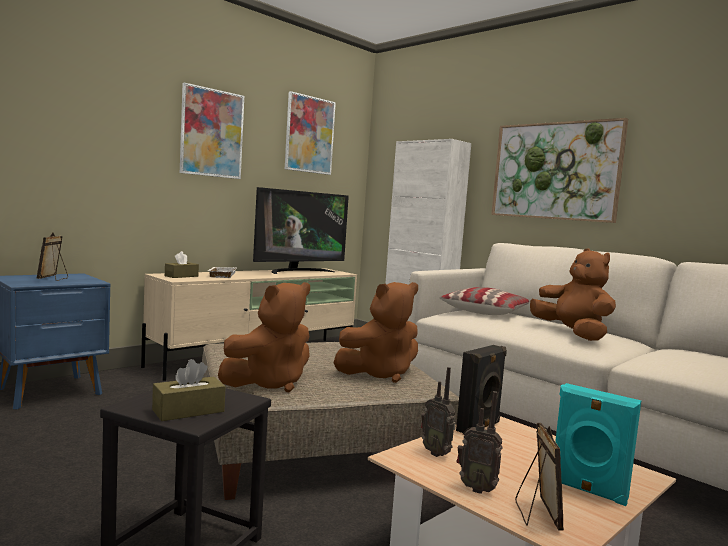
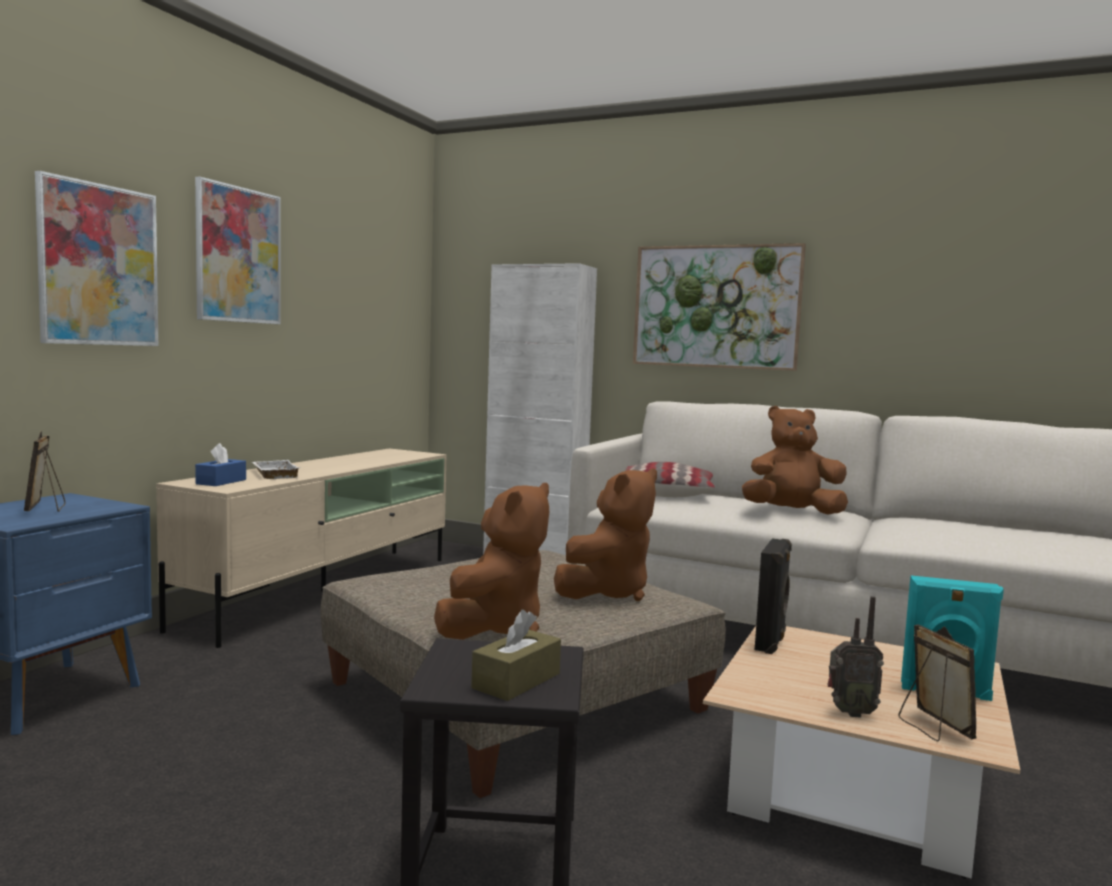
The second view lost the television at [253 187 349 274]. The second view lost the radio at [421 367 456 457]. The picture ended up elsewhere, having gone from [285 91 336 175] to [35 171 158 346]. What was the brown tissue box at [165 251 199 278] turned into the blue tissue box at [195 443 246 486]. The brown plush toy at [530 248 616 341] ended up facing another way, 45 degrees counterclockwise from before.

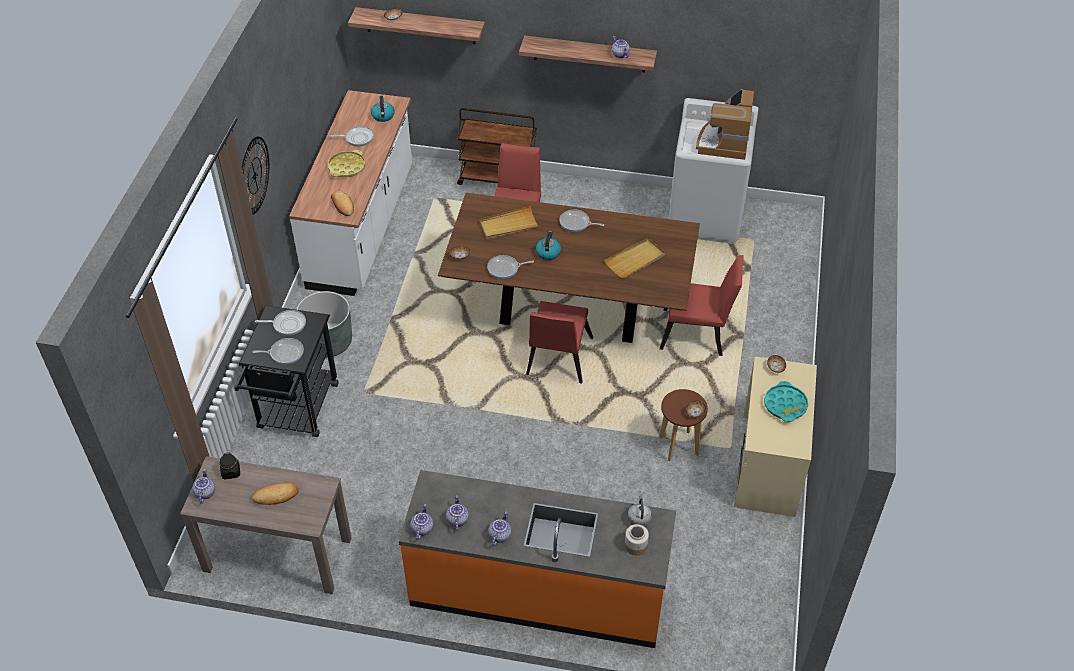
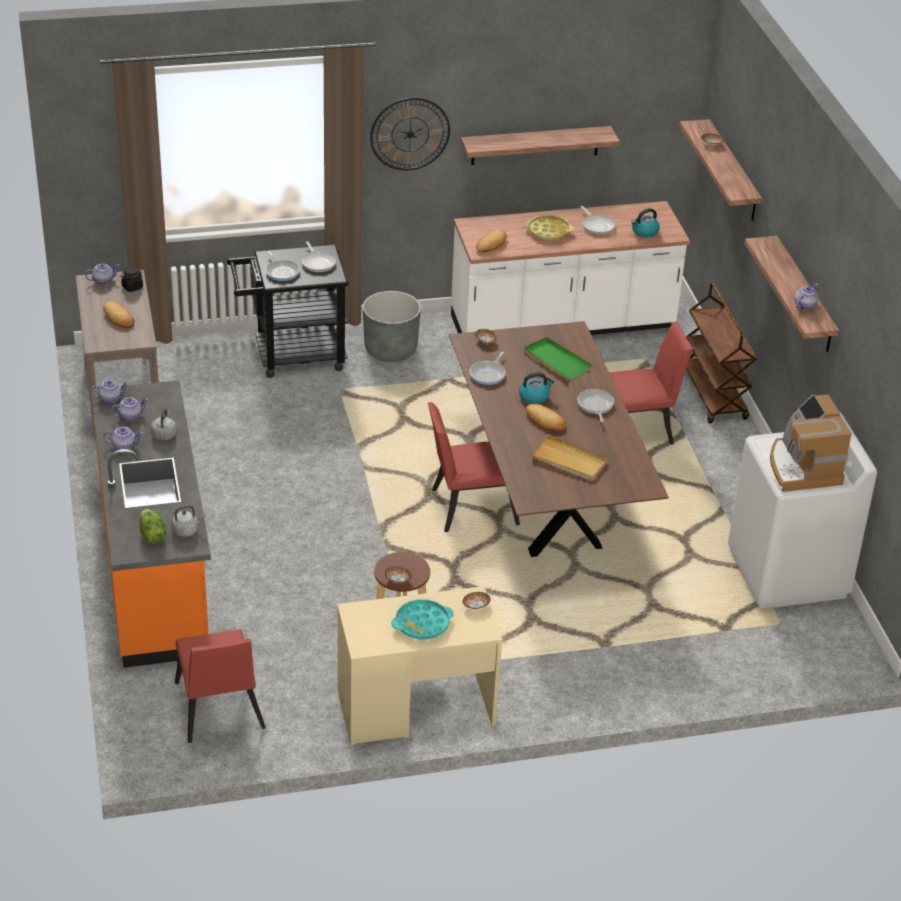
The second view gained the grey kettle at [151 408 176 440]. The second view gained the shelf at [461 126 620 165]. The second view gained the bread at [526 404 566 431]. The red chair ended up elsewhere, having gone from [660 255 744 356] to [175 629 266 743]. Where the jar stood at [624 524 649 555], the lettuce came to stand at [139 509 166 543]. What was the beige tray at [480 206 539 239] turned into the green tray at [524 337 593 380]. The frying pan at [487 255 534 279] ended up facing another way, 120 degrees counterclockwise from before. The coffee machine at [696 89 754 160] ended up facing another way, 90 degrees counterclockwise from before.

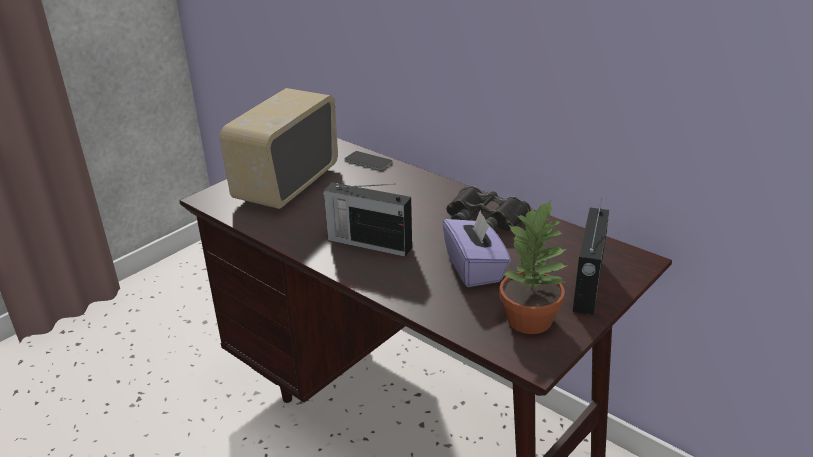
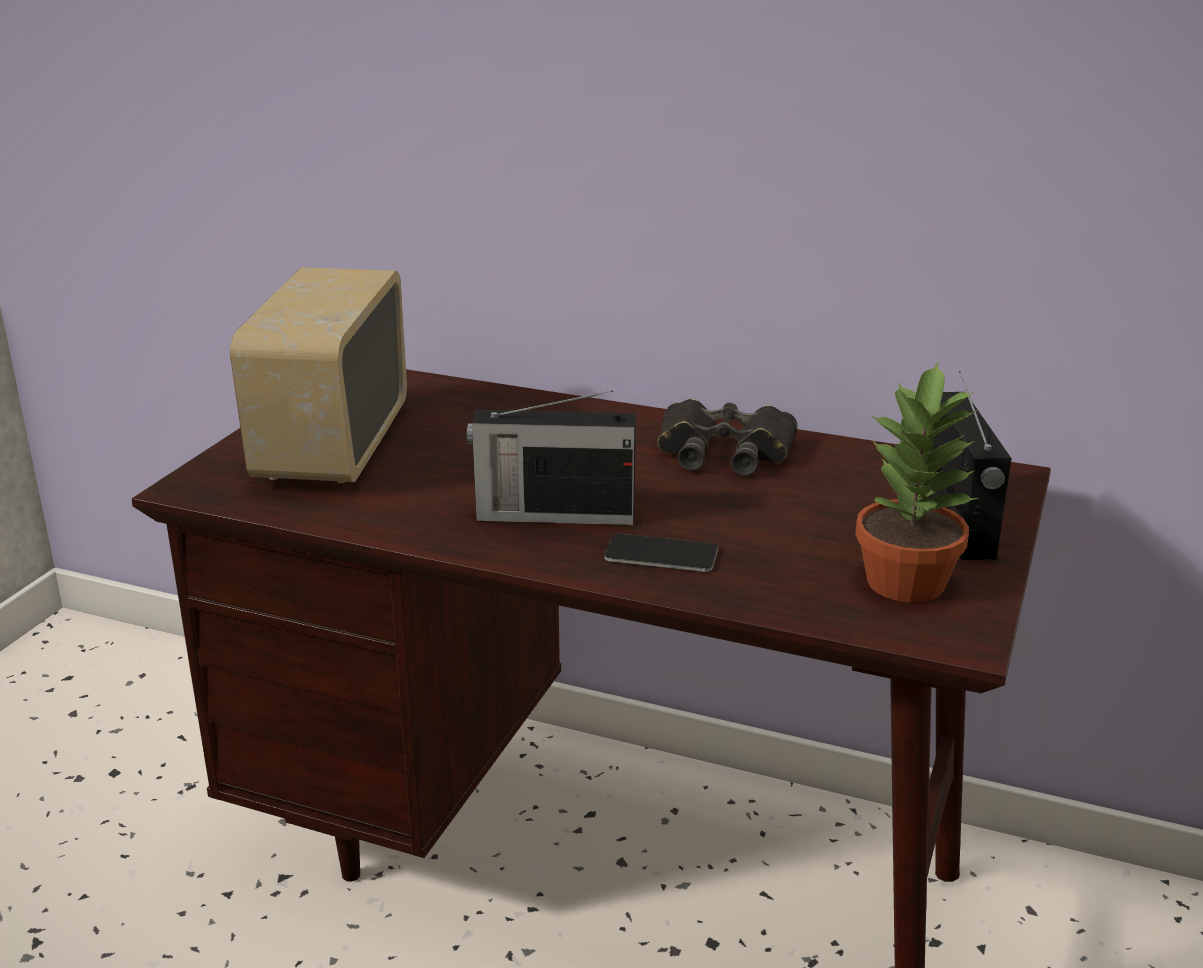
The second view lost the purple tissue box at [443 209 511 287]. The phone ended up elsewhere, having gone from [345 151 392 170] to [605 534 718 572].

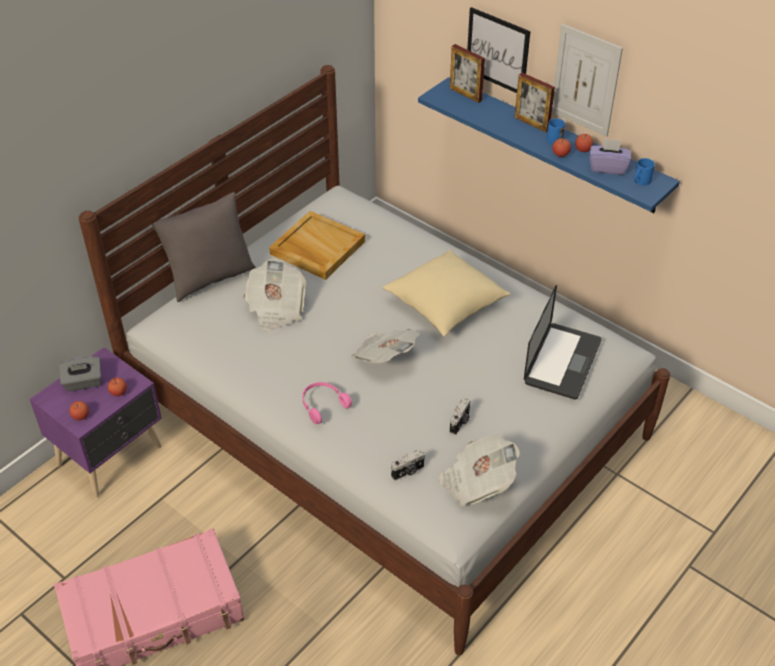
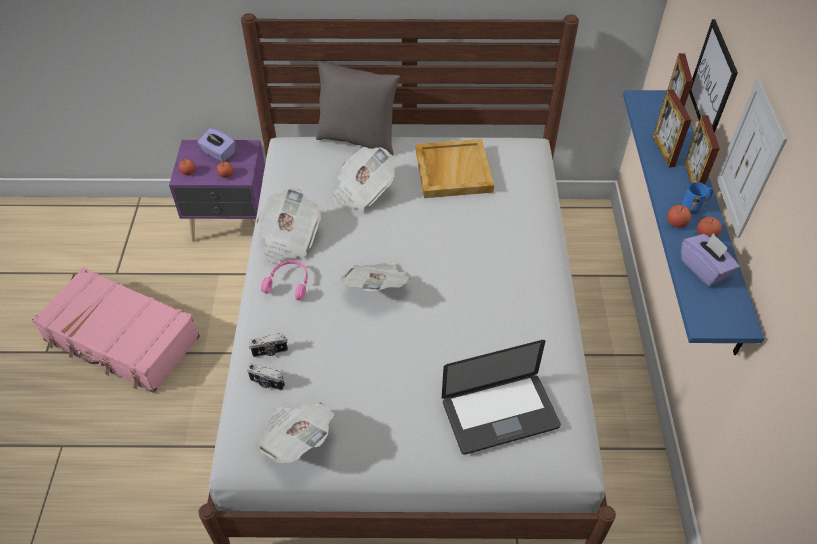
The second view lost the beige pillow at [382 250 511 336]. The second view lost the blue mug at [634 158 655 186]. The second view gained the newspaper at [257 188 321 262]. The second view gained the picture frame at [653 89 691 168]. The photo camera ended up elsewhere, having gone from [450 397 470 435] to [249 333 288 357]. What was the grey tissue box at [58 356 101 391] turned into the purple tissue box at [198 128 235 162].

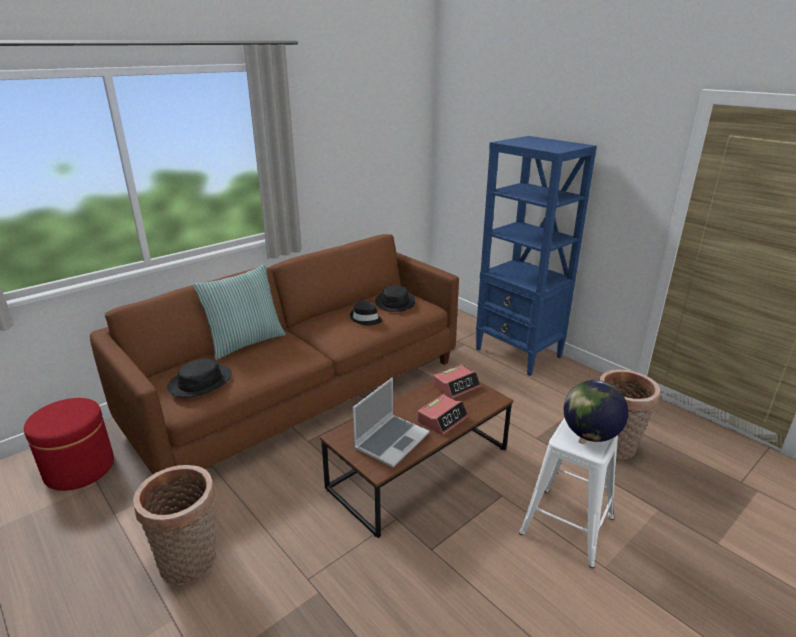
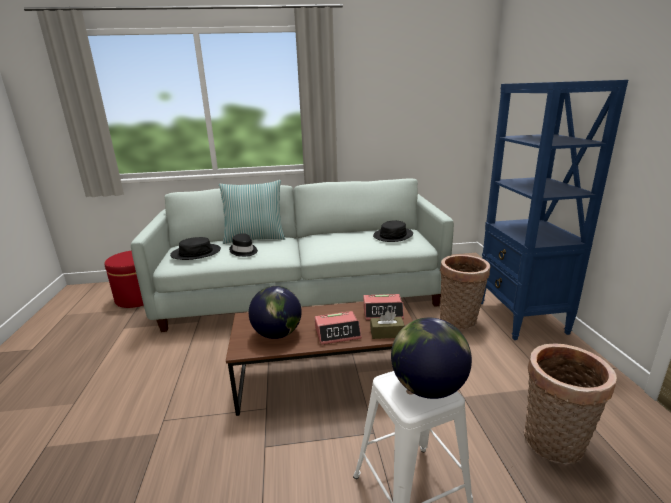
The second view gained the brown tissue box at [370 311 405 339]. The basket ended up elsewhere, having gone from [133 465 217 585] to [440 255 490 329]. The black hat ended up elsewhere, having gone from [350 300 382 326] to [229 233 258 257]. Where the laptop stood at [353 378 429 467], the globe came to stand at [249 286 302 339]. What was the brown sofa at [90 234 459 474] turned into the white sofa at [131 178 454 332].

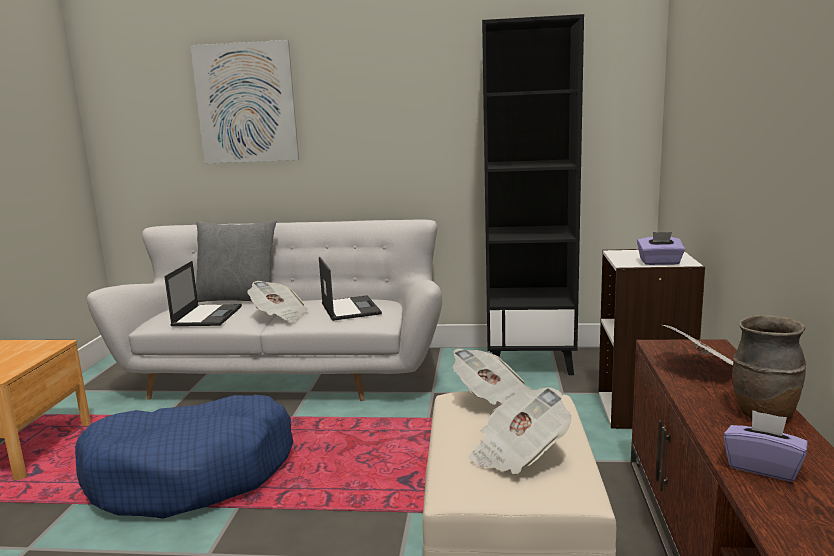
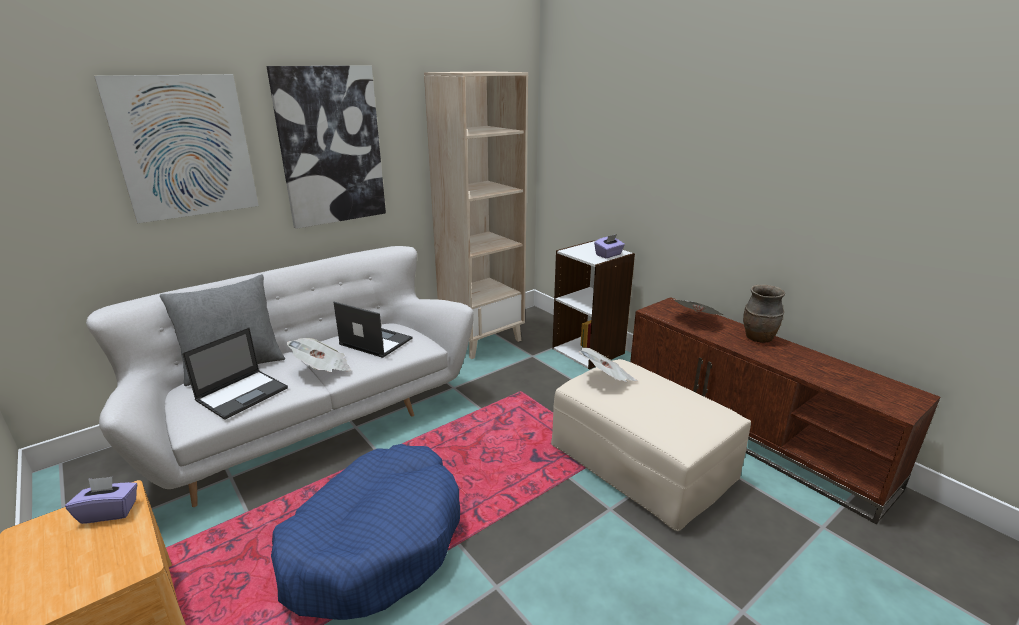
The second view lost the newspaper at [469 387 571 474]. The second view gained the picture at [267 66 386 229]. The purple tissue box ended up elsewhere, having gone from [723 410 808 482] to [65 477 137 524]. What was the black bookcase at [482 14 584 375] turned into the beige bookcase at [424 71 528 359]. The laptop at [164 261 242 326] ended up facing another way, 75 degrees clockwise from before.

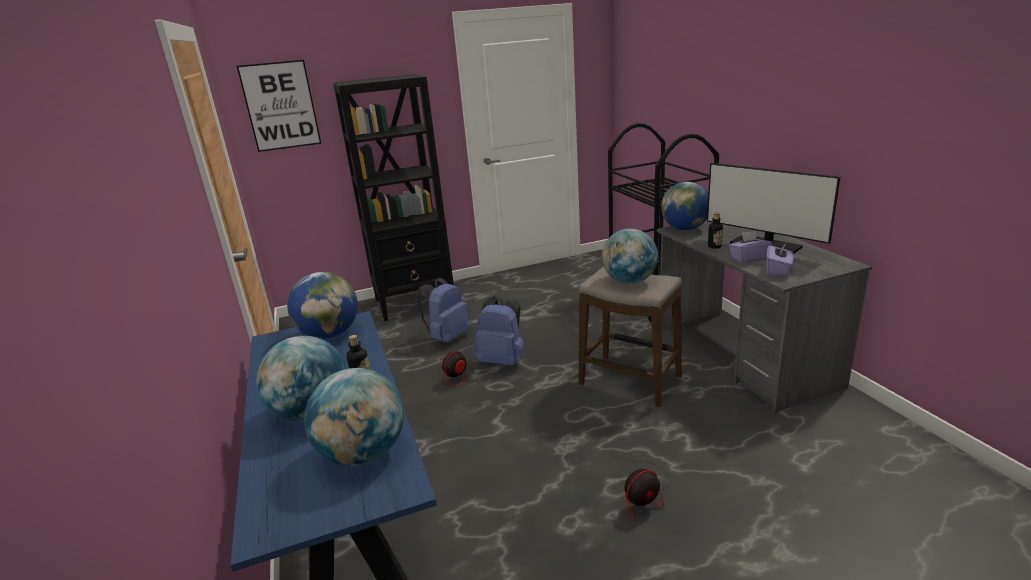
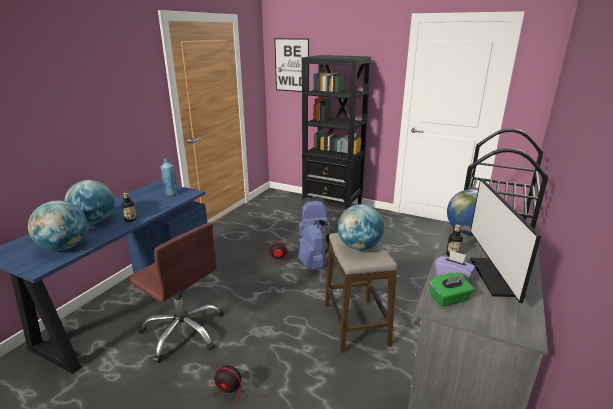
The second view gained the brown office chair at [127 222 224 363]. Where the globe stood at [287 272 358 339], the blue bottle came to stand at [160 158 178 196]. What was the purple tissue box at [766 243 793 276] turned into the green tissue box at [429 272 474 307].

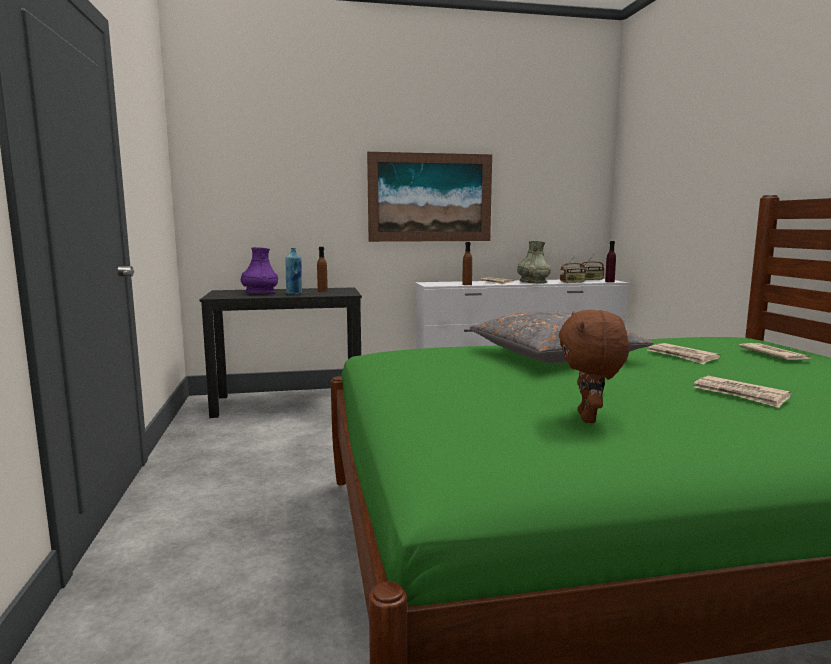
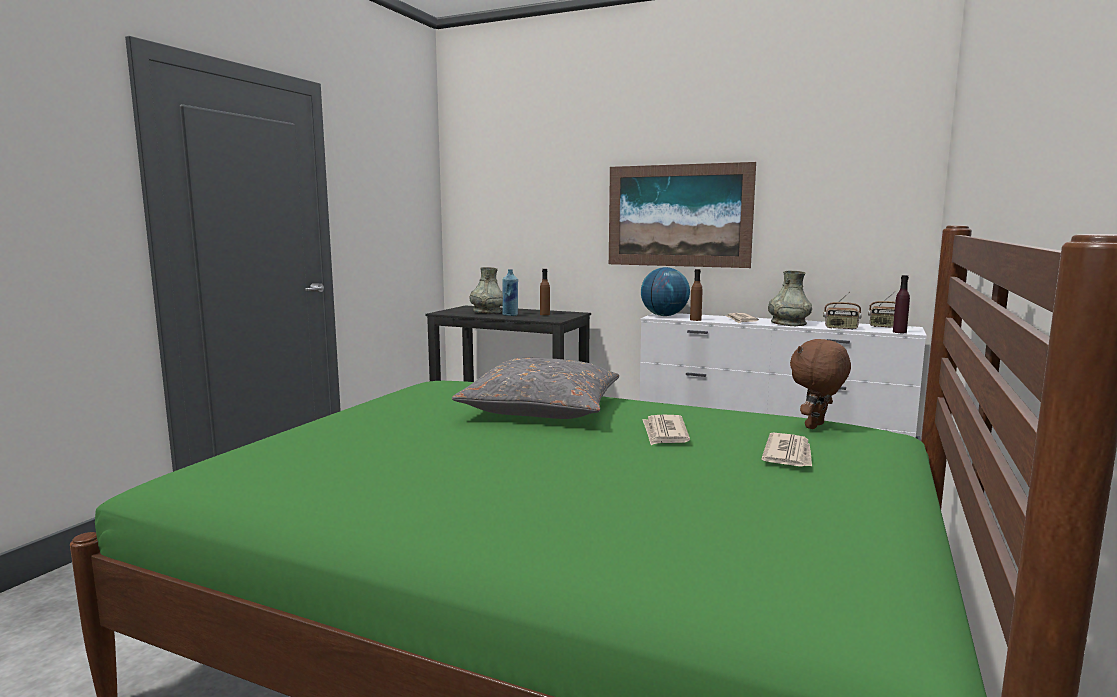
The second view lost the newspaper at [693 376 791 408]. The second view gained the globe at [641 267 690 316]. The brown plush toy ended up elsewhere, having gone from [559 310 629 423] to [790 339 851 429]. What was the purple vase at [241 247 278 294] turned into the grey vase at [470 267 503 314].

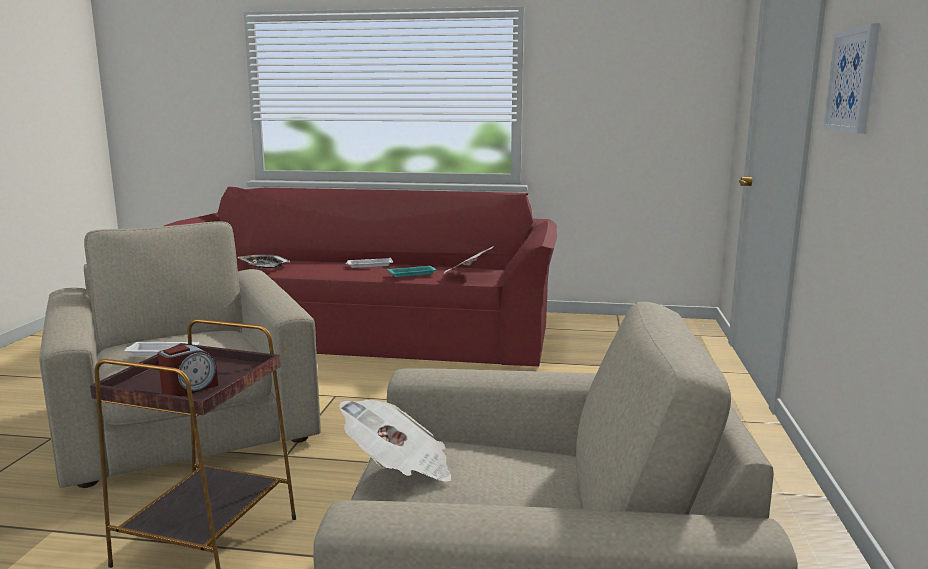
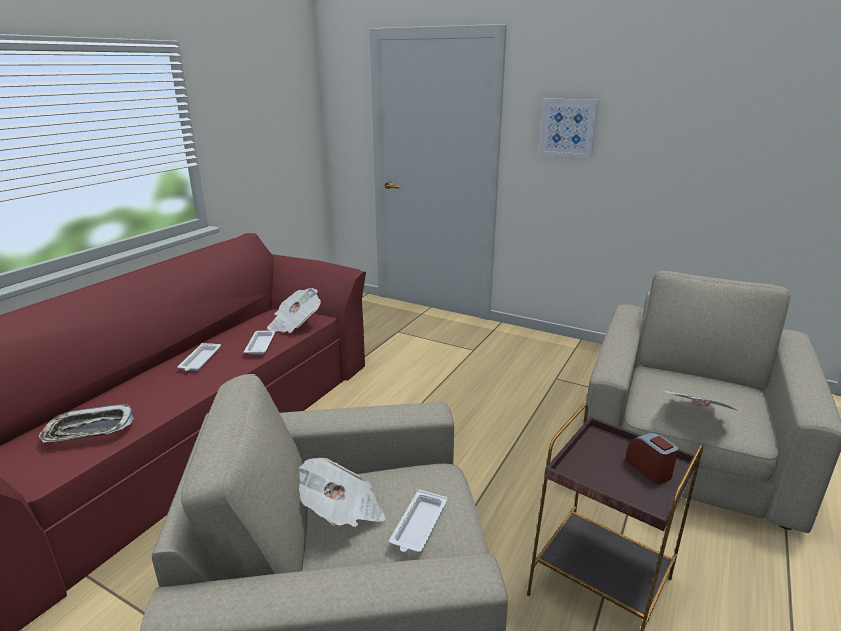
The second view gained the newspaper at [299 458 386 527]. What was the turquoise tray at [387 266 436 277] turned into the white tray at [244 330 275 355].

